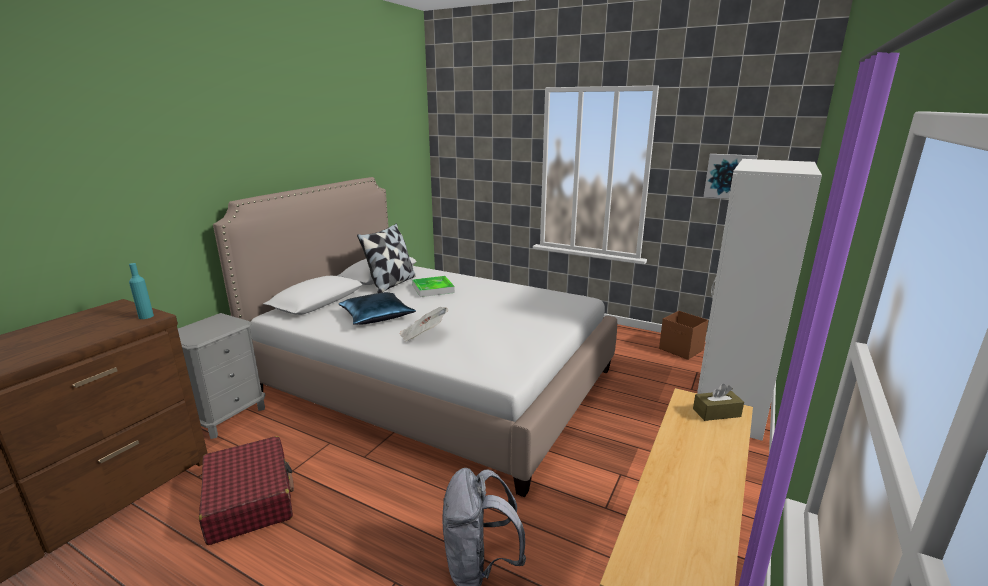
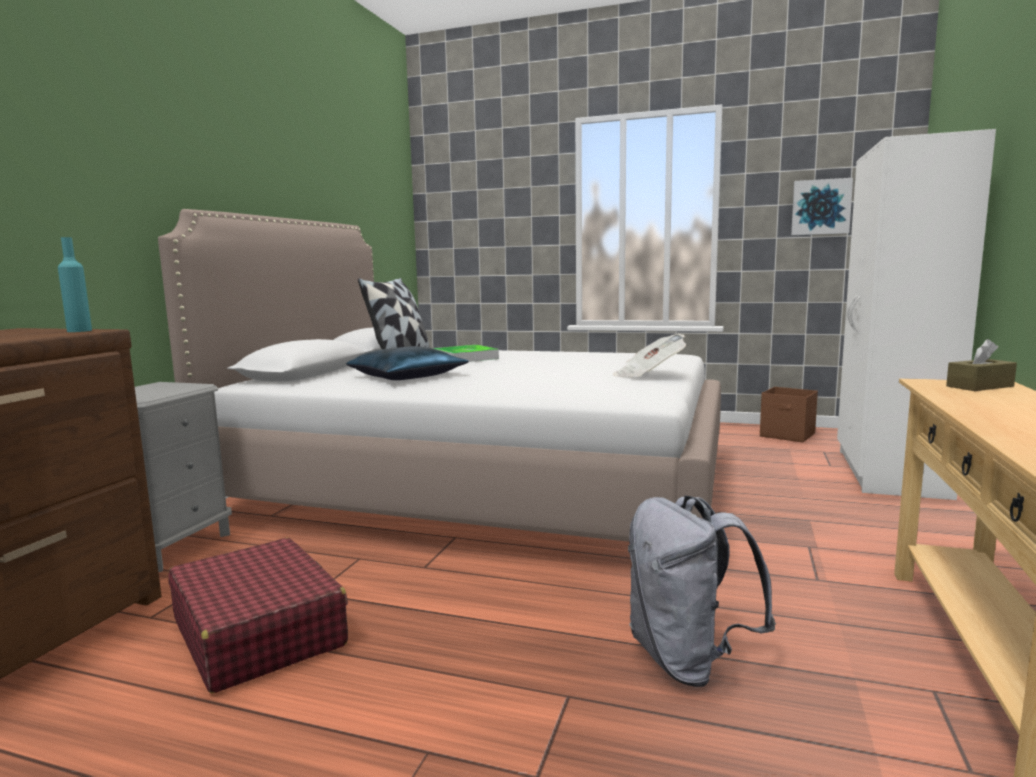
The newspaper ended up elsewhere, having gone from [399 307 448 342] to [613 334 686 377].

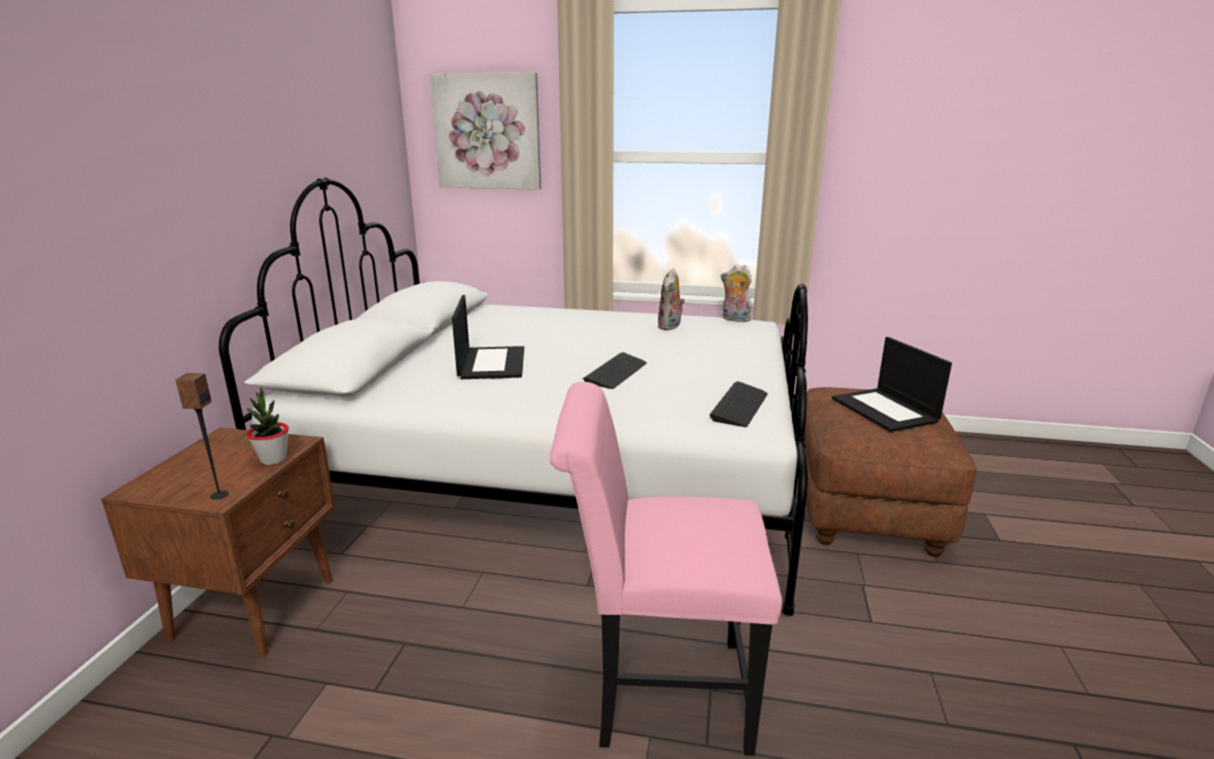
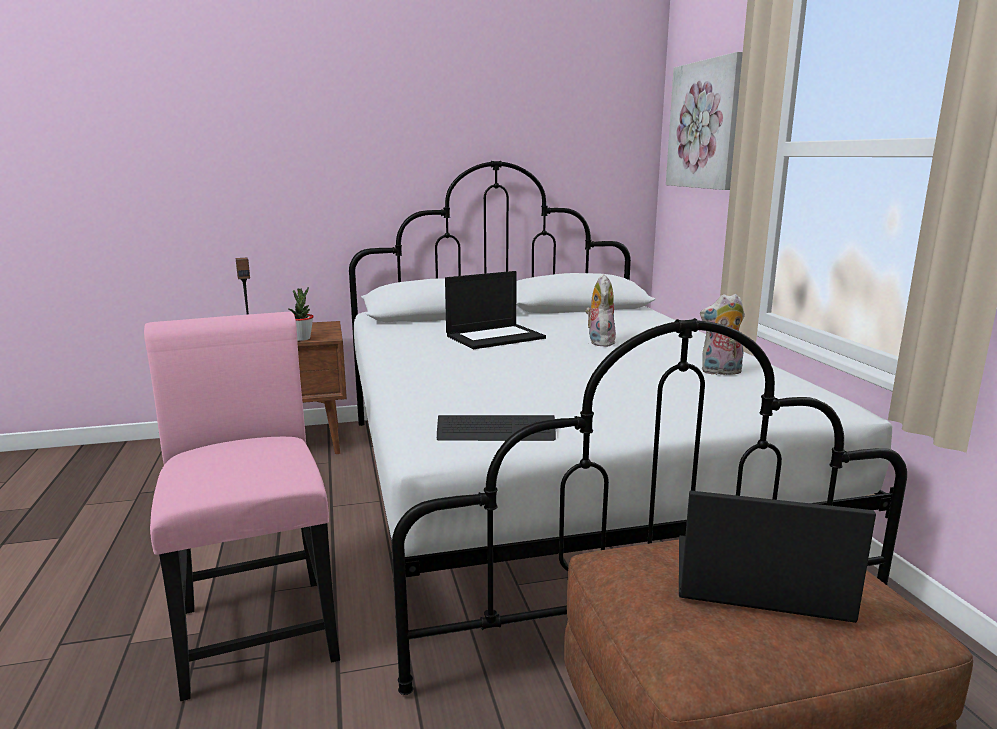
The second view lost the keyboard at [583 352 647 389]. The plush toy ended up elsewhere, having gone from [721 264 752 322] to [585 274 616 347]. The laptop at [832 337 952 432] ended up facing another way, 60 degrees clockwise from before.

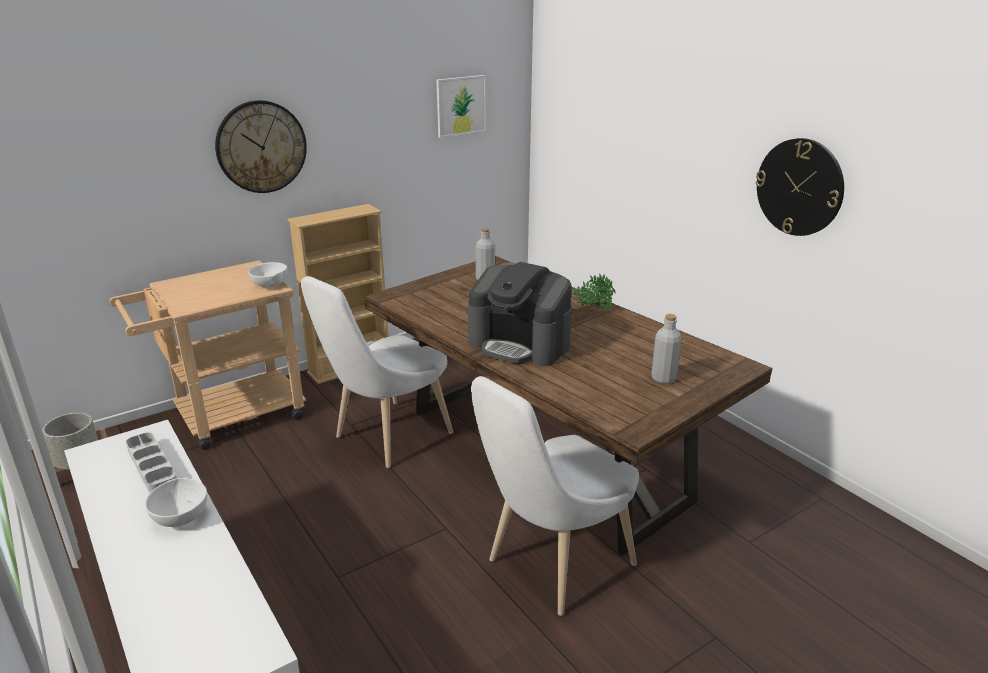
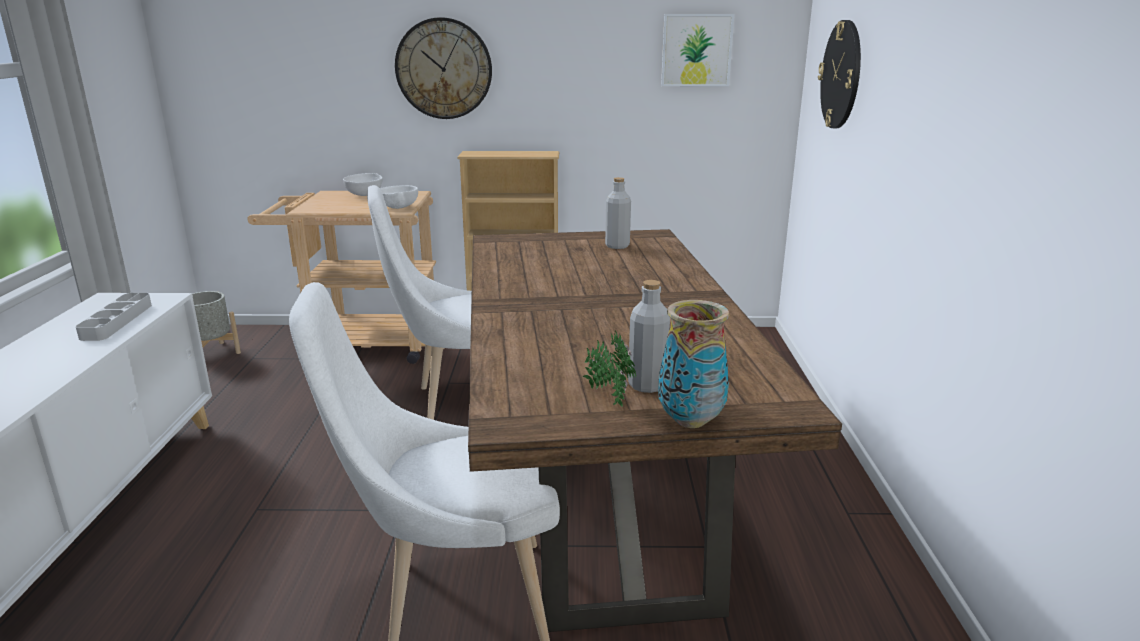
The second view lost the coffee machine at [468 262 572 366]. The second view gained the vase at [658 300 729 428]. The white bowl ended up elsewhere, having gone from [145 478 207 527] to [343 173 383 196]. The potted plant ended up elsewhere, having gone from [573 274 616 311] to [583 331 636 407]. The wall clock ended up elsewhere, having gone from [755 138 844 236] to [818 20 861 128].

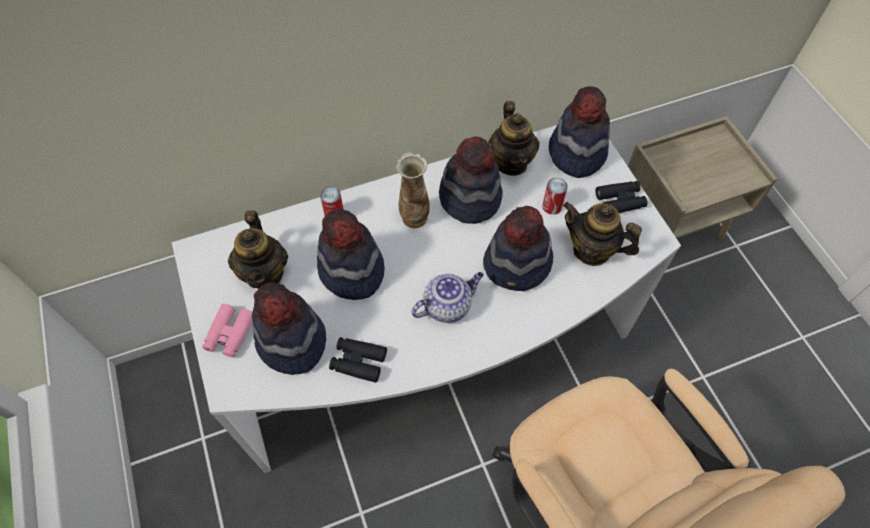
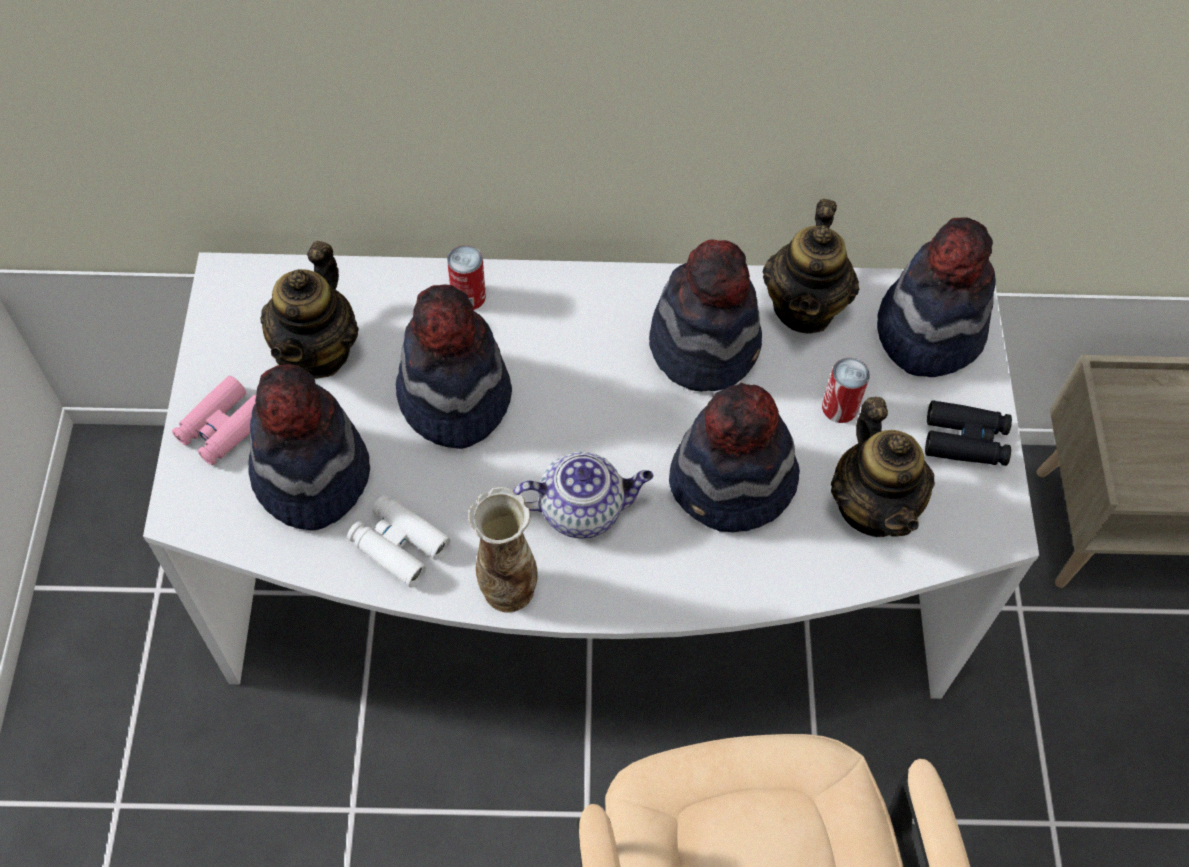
The vase ended up elsewhere, having gone from [396 152 430 228] to [468 487 538 612]. What was the black binoculars at [329 337 387 383] turned into the white binoculars at [347 495 451 587]. The teapot at [563 202 642 266] ended up facing another way, 150 degrees counterclockwise from before.

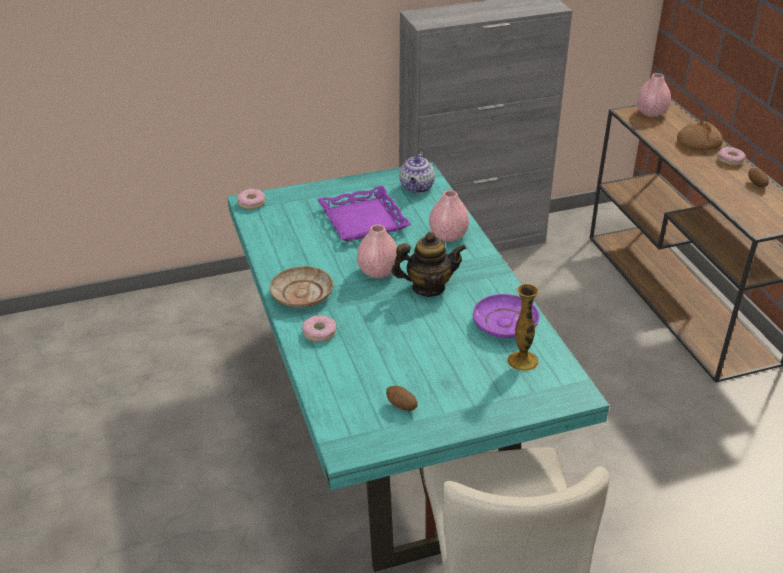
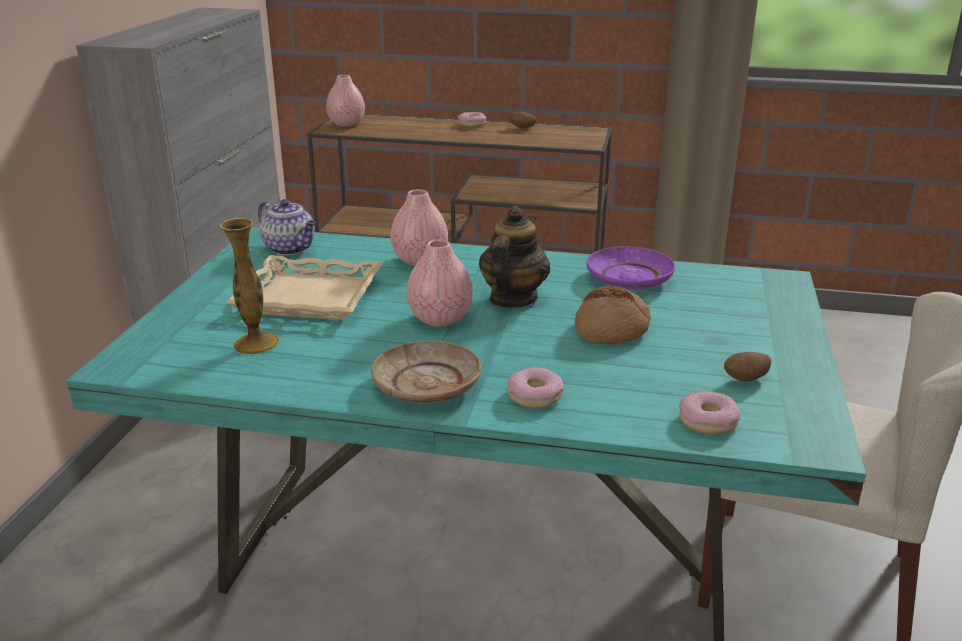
The donut ended up elsewhere, having gone from [237 189 265 209] to [679 391 740 435]. The vase ended up elsewhere, having gone from [507 283 539 371] to [220 218 280 355]. The bread ended up elsewhere, having gone from [677 121 723 150] to [575 286 651 344]. What was the purple tray at [317 186 411 242] turned into the beige tray at [226 255 383 320].

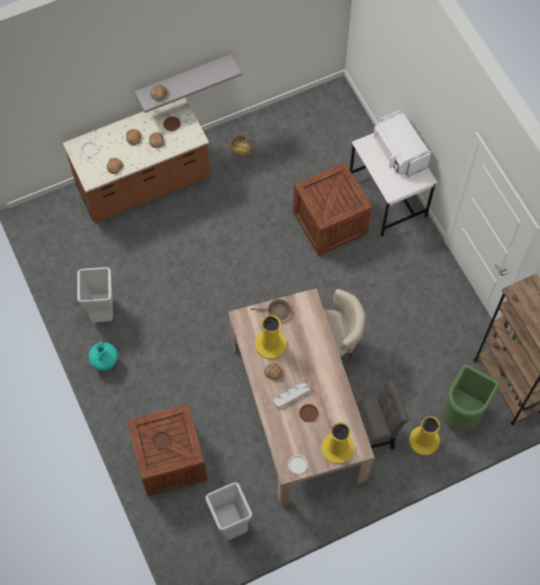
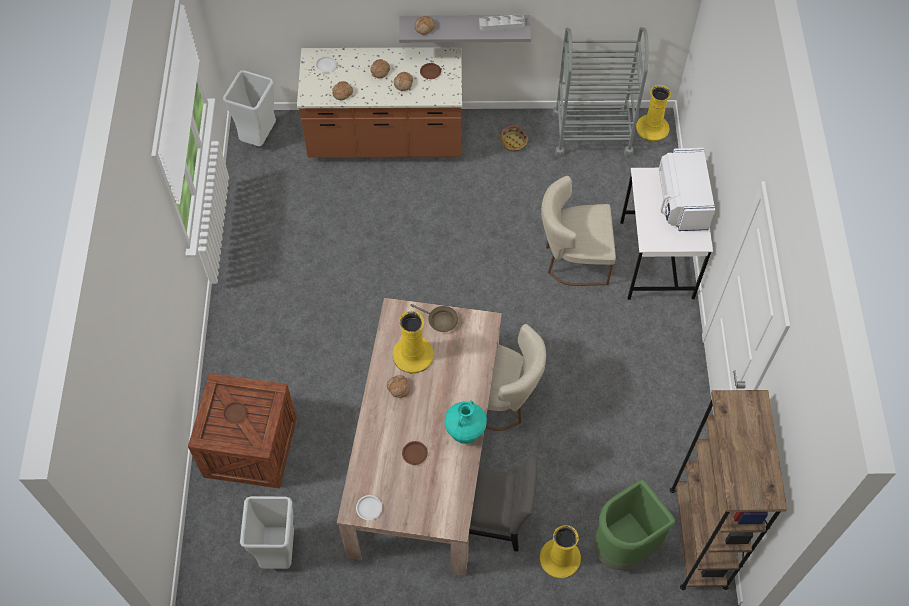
The second view gained the grey cart at [552 27 649 158]. The grey trash can ended up elsewhere, having gone from [77 267 113 322] to [223 70 276 146]. The turquoise vase ended up elsewhere, having gone from [88 341 118 371] to [444 400 487 444]. The grey tray ended up elsewhere, having gone from [273 381 311 408] to [479 14 525 31]. The yellow vase ended up elsewhere, having gone from [321 422 355 464] to [636 85 671 141]. Where the crate stood at [293 162 372 256], the beige chair came to stand at [541 176 616 286].

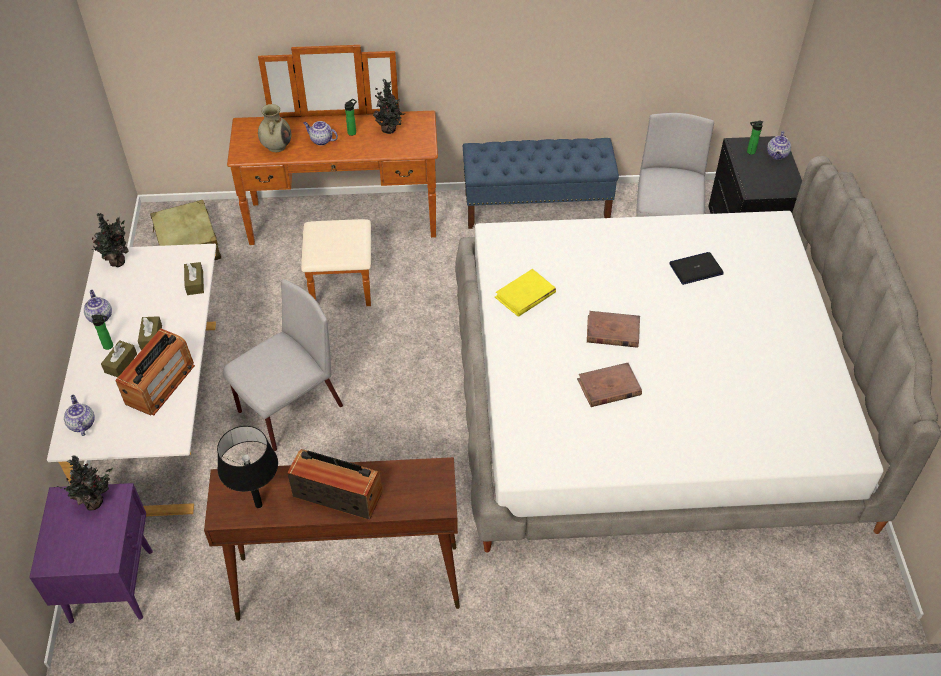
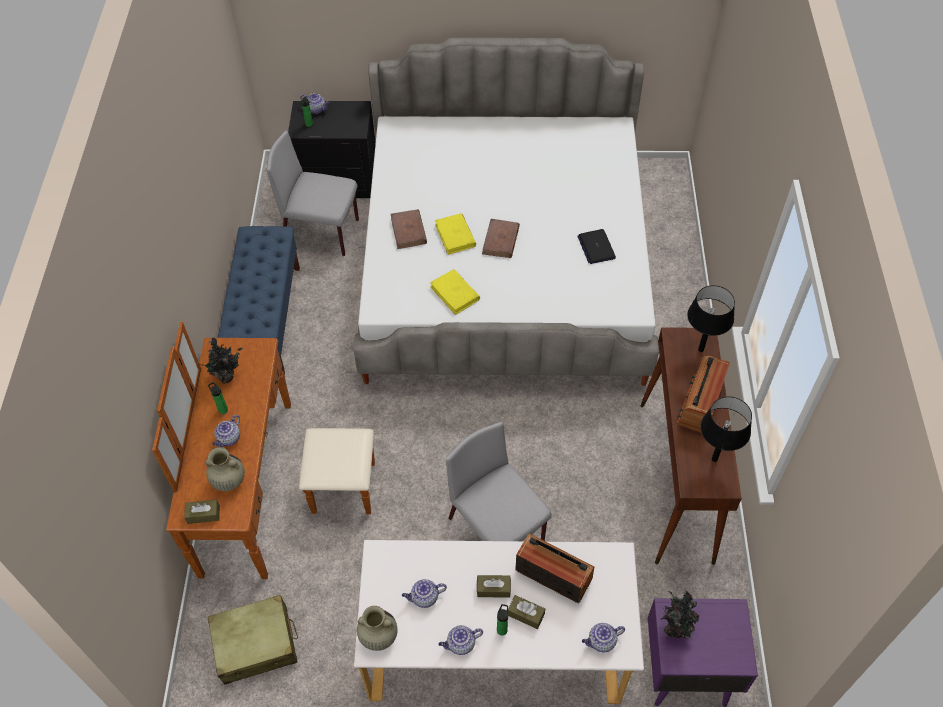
The second view gained the teapot at [402 579 447 608]. The second view gained the yellow book at [435 213 476 255]. The second view gained the black table lamp at [687 285 735 352]. The brown tissue box ended up elsewhere, having gone from [184 262 204 295] to [184 500 220 524]. The brown book ended up elsewhere, having gone from [577 363 642 407] to [391 209 427 249]. The laptop ended up elsewhere, having gone from [669 252 724 285] to [577 229 616 264]. Where the potted plant stood at [92 213 129 267], the beige vase came to stand at [357 606 398 651].

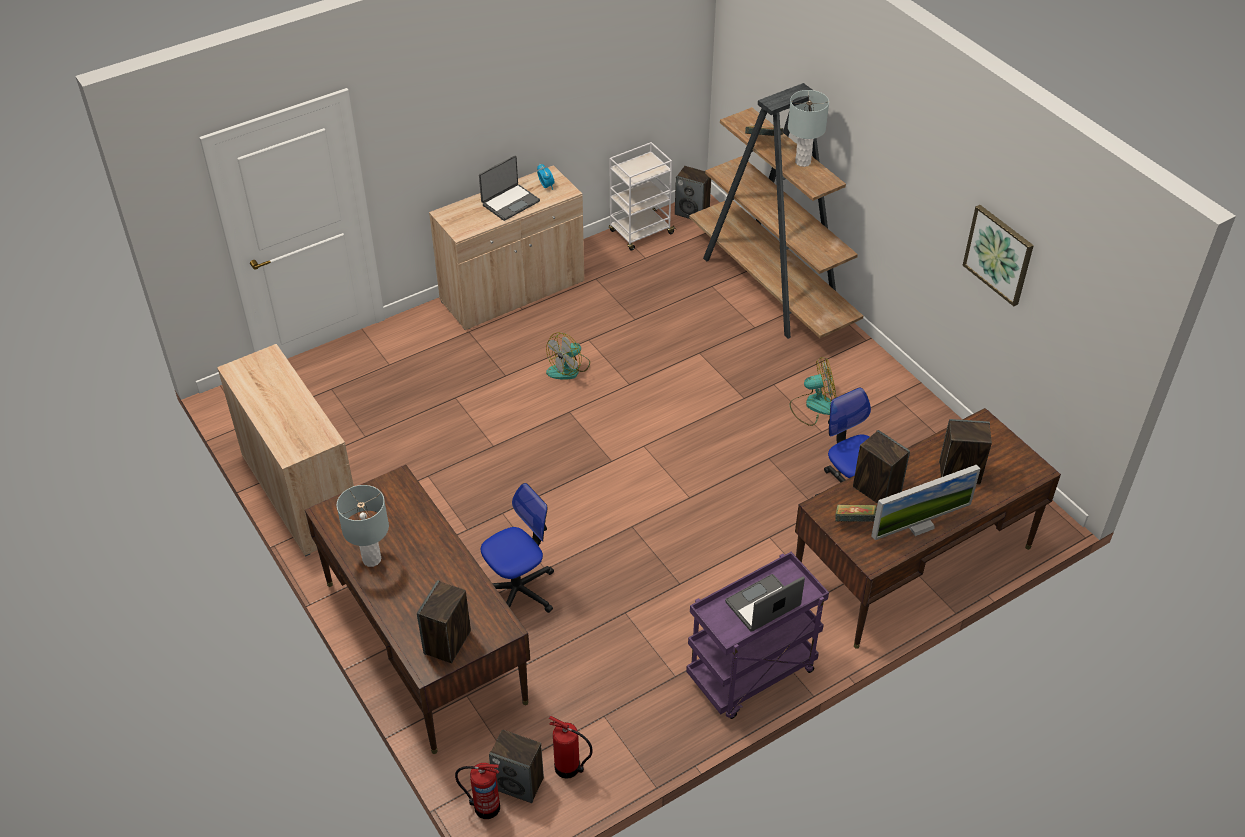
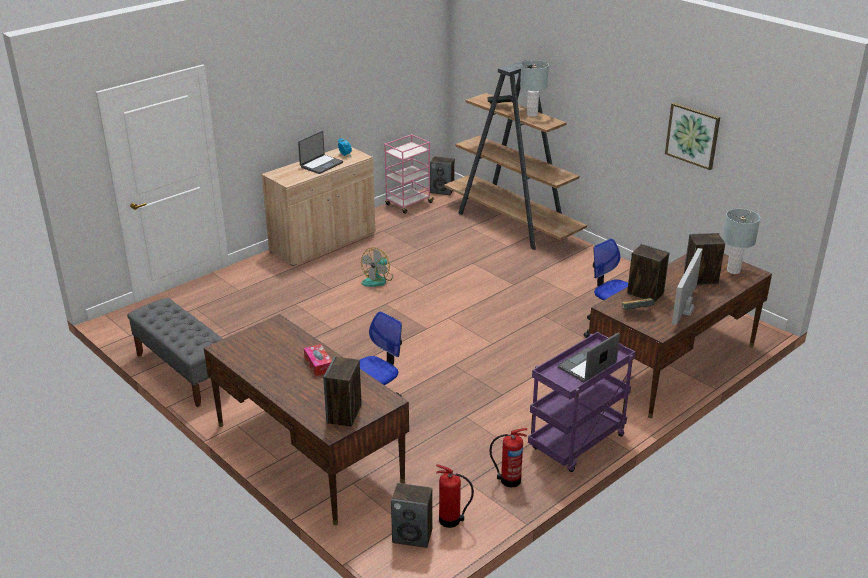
The second view lost the fan at [790 357 836 426]. The second view gained the tissue box at [304 344 332 376]. The grey table lamp ended up elsewhere, having gone from [337 485 389 567] to [722 209 760 274]. The fire extinguisher ended up elsewhere, having gone from [455 763 500 819] to [490 428 527 488]. Where the beige cabinet stood at [217 344 354 557], the grey bench came to stand at [127 298 222 407]. What was the white cart at [609 142 677 251] turned into the pink cart at [384 134 434 214]. The monitor at [871 465 981 540] ended up facing another way, 150 degrees clockwise from before.

